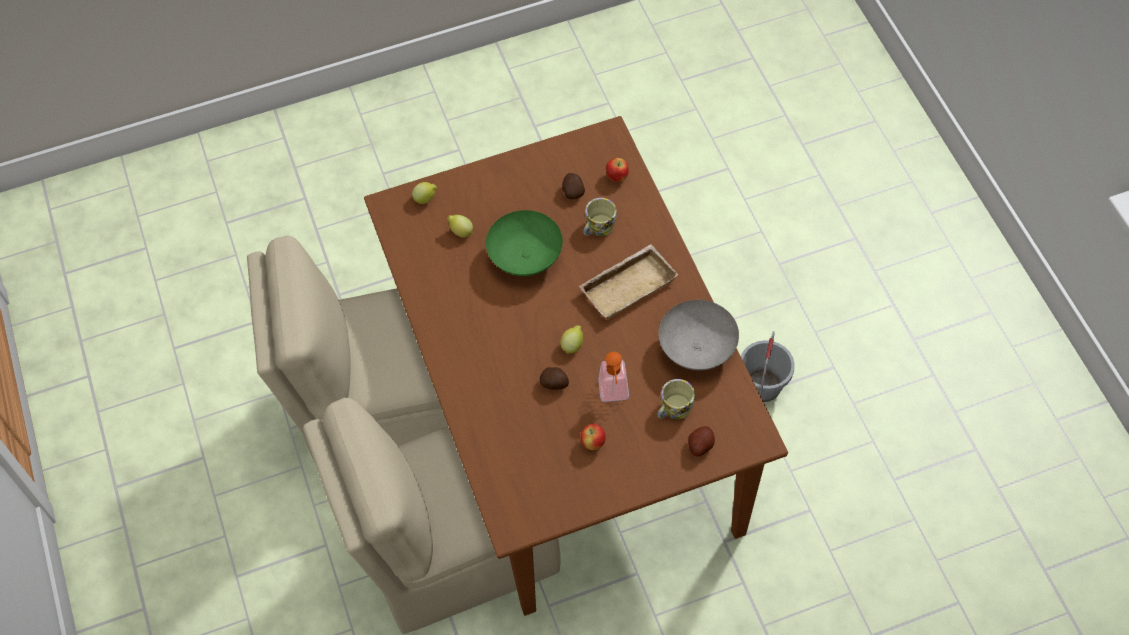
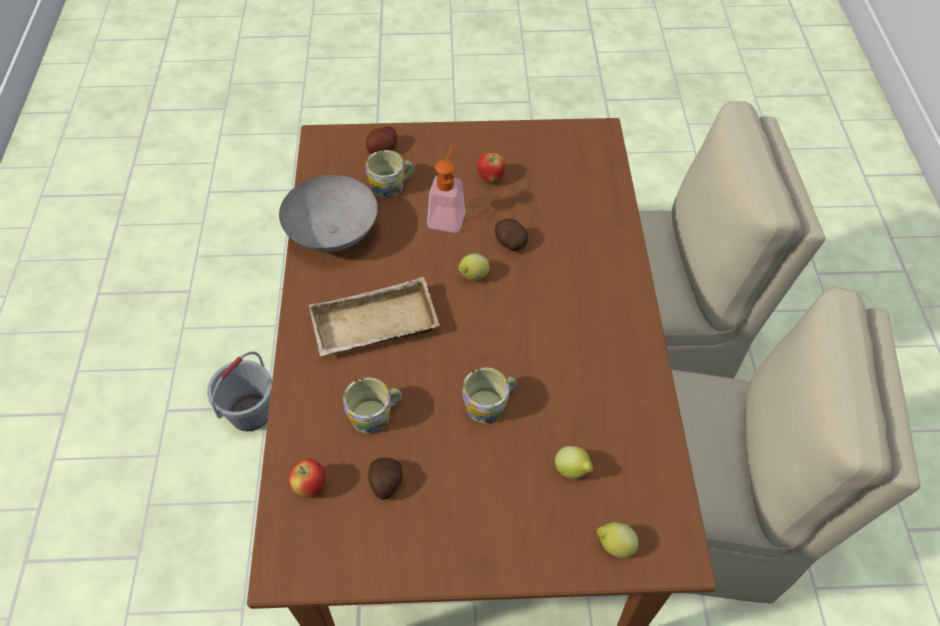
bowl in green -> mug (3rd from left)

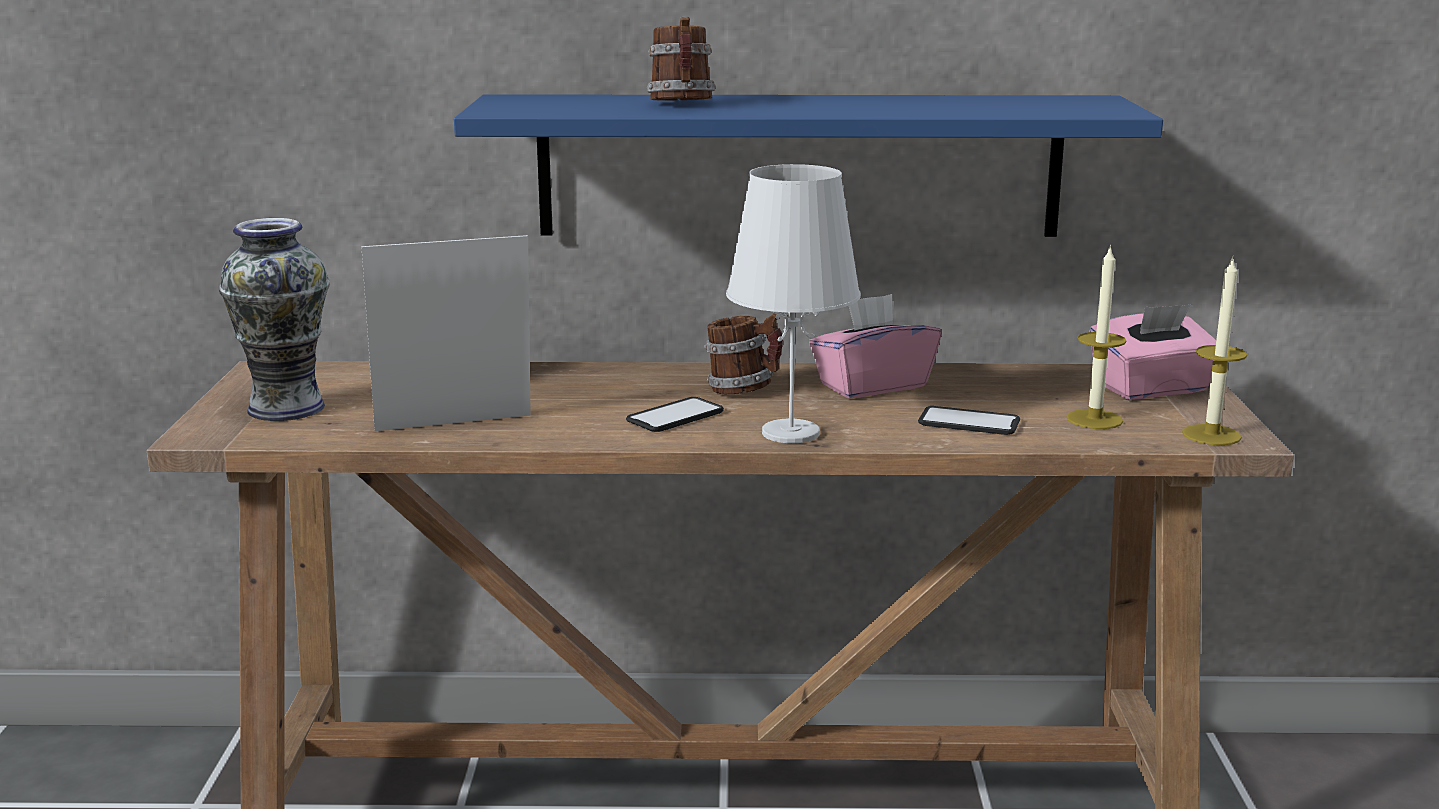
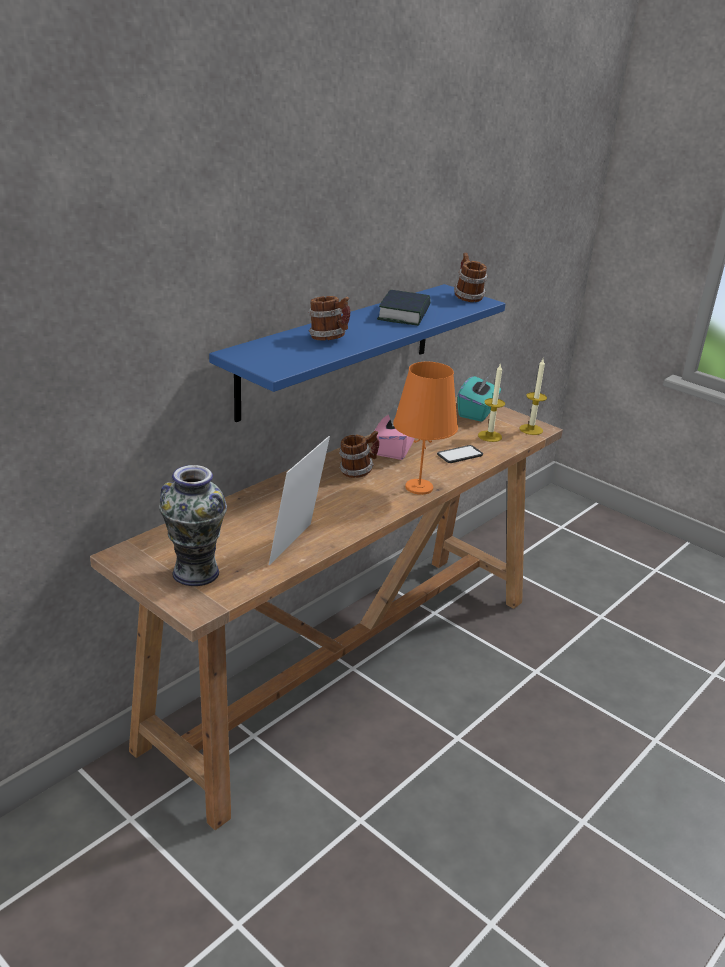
phone (1st from left) -> none
table lamp in white -> table lamp in orange
tissue box in pink (2nd from left) -> tissue box in turquoise
none -> book
none -> mug (3rd from left)

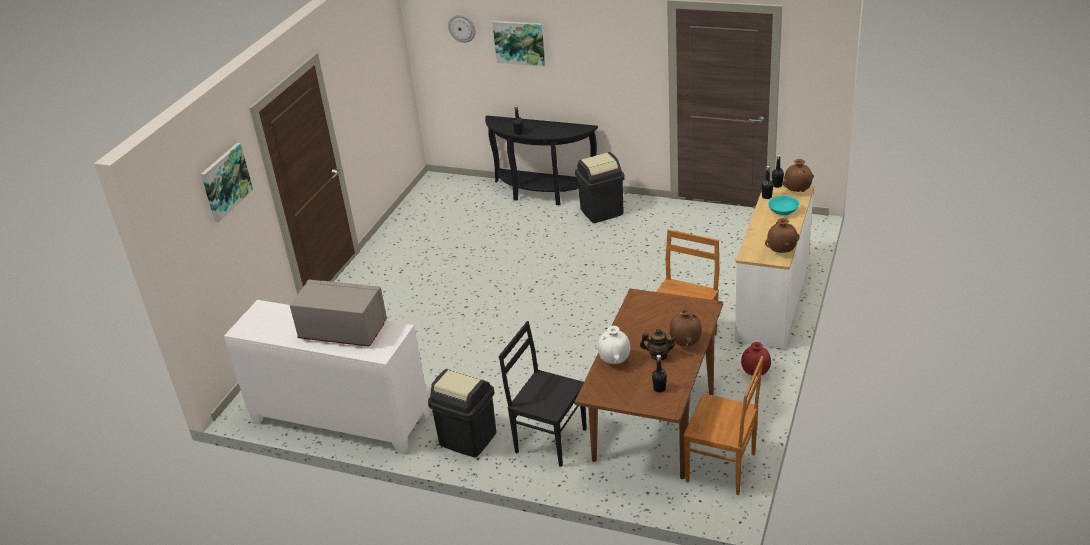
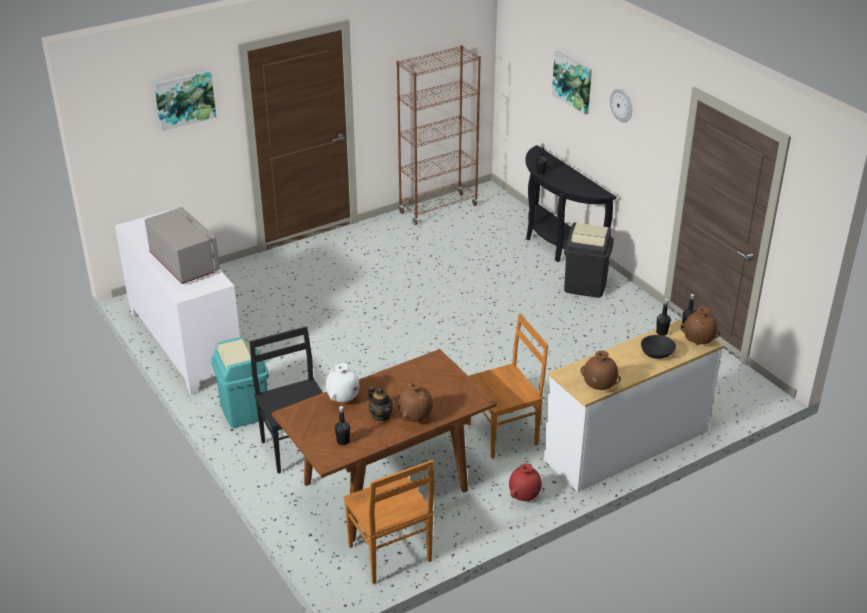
trash can in black (1st from left) -> trash can in turquoise
wall clock, move
bowl in turquoise -> bowl in black
none -> bookcase in brown

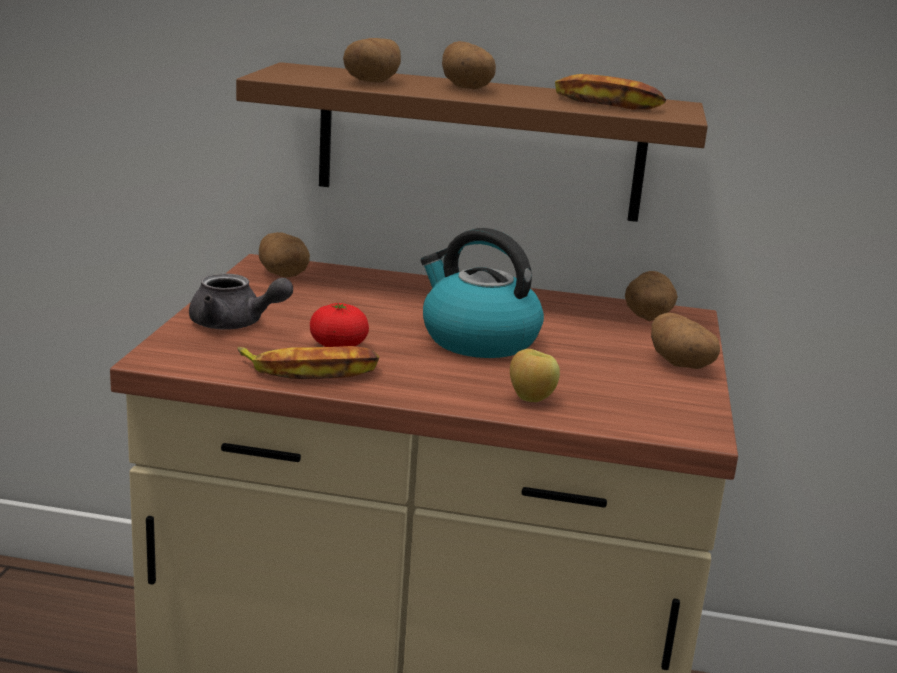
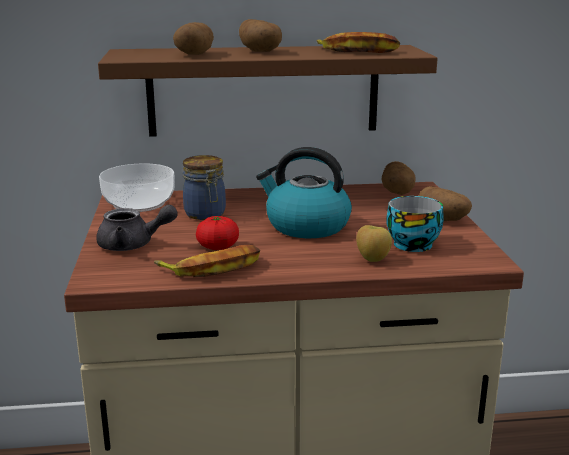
potato (1st from left) -> bowl
none -> jar
none -> cup

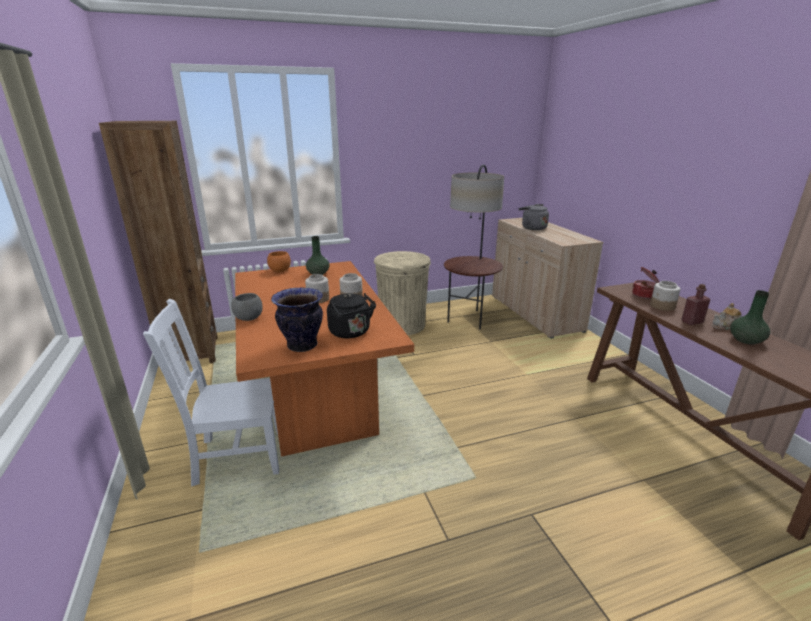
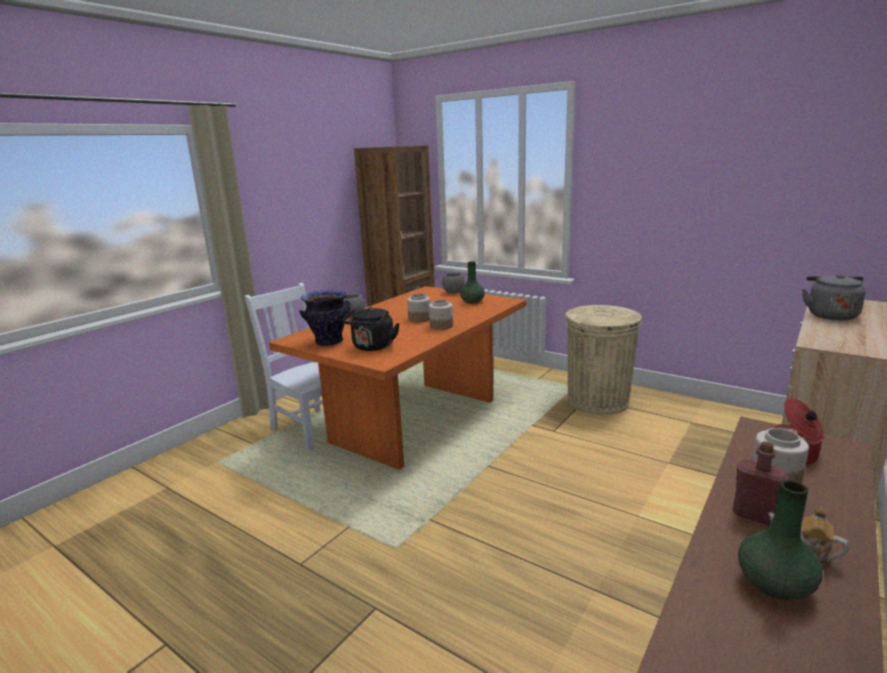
bowl in orange -> bowl in grey (2nd from left)
floor lamp -> none

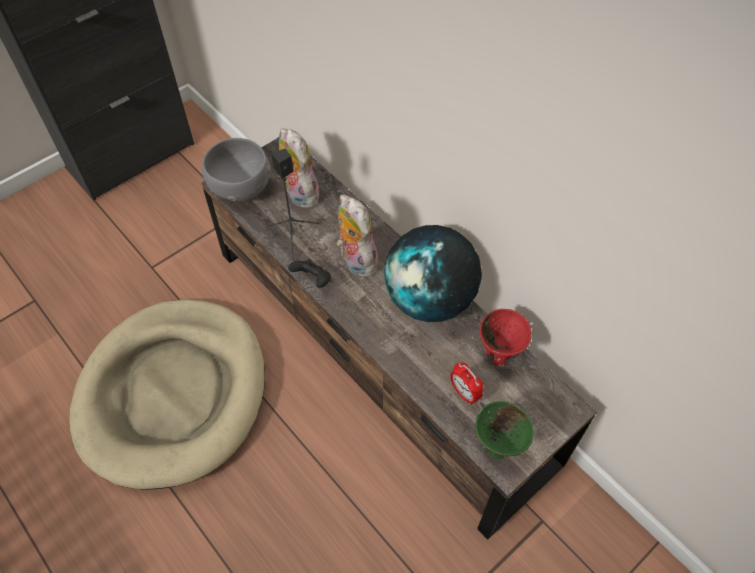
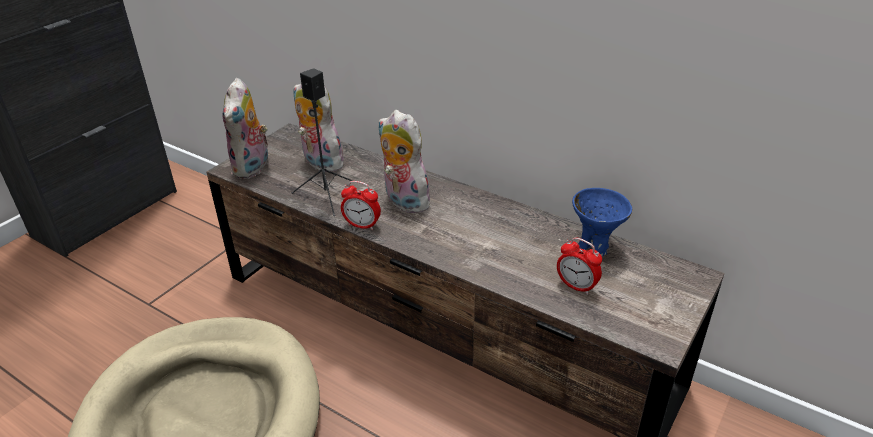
bowl in grey -> plush toy (1st from left)
game controller in black -> alarm clock (1st from left)
globe -> none
bowl in green -> none
bowl in red -> bowl in blue

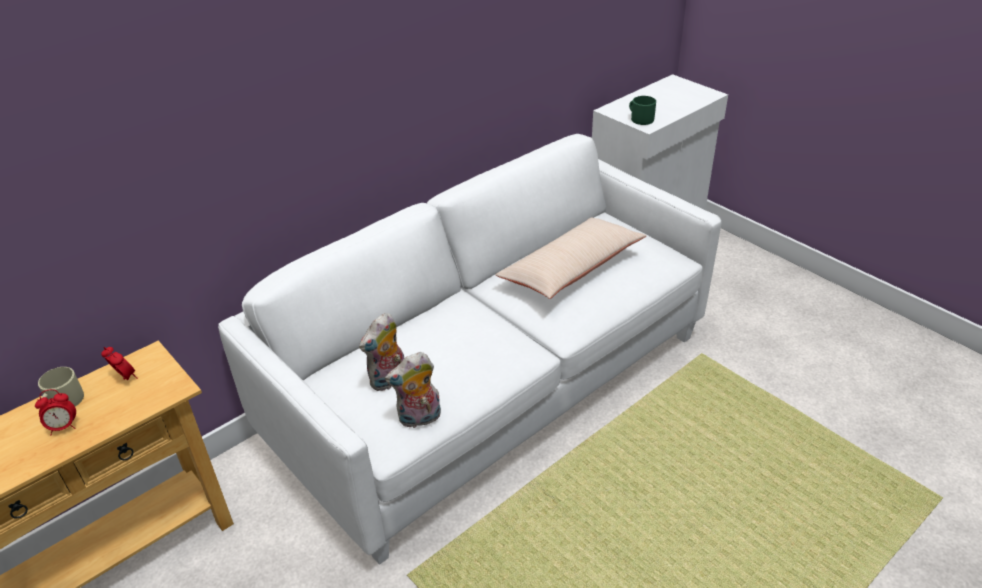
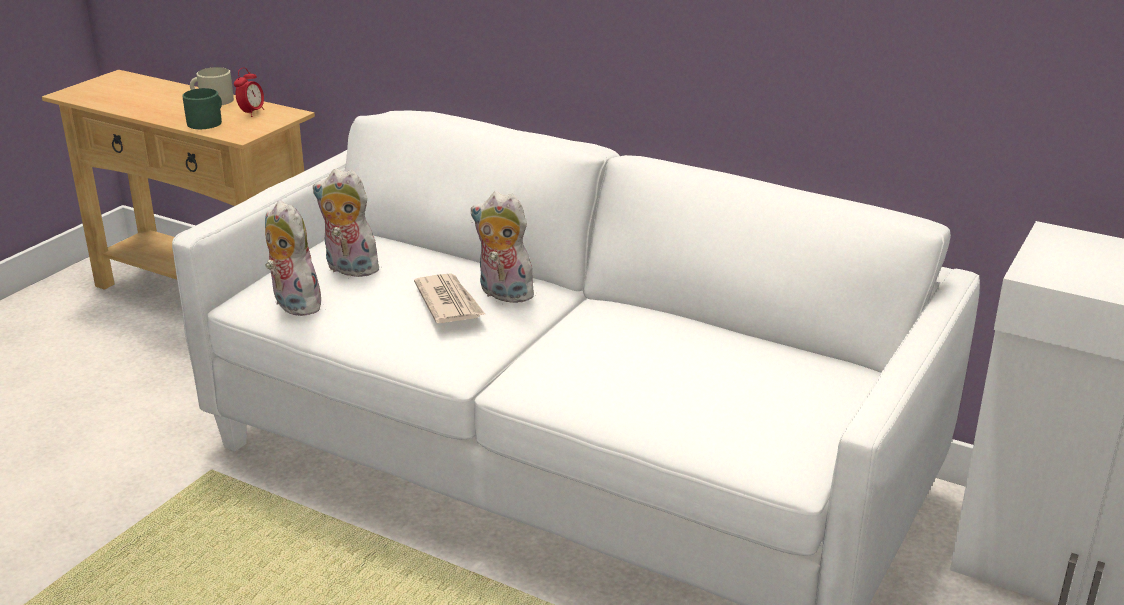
alarm clock (1st from left) -> none
pillow in beige -> none
mug in green, move
none -> newspaper
none -> plush toy (3rd from left)

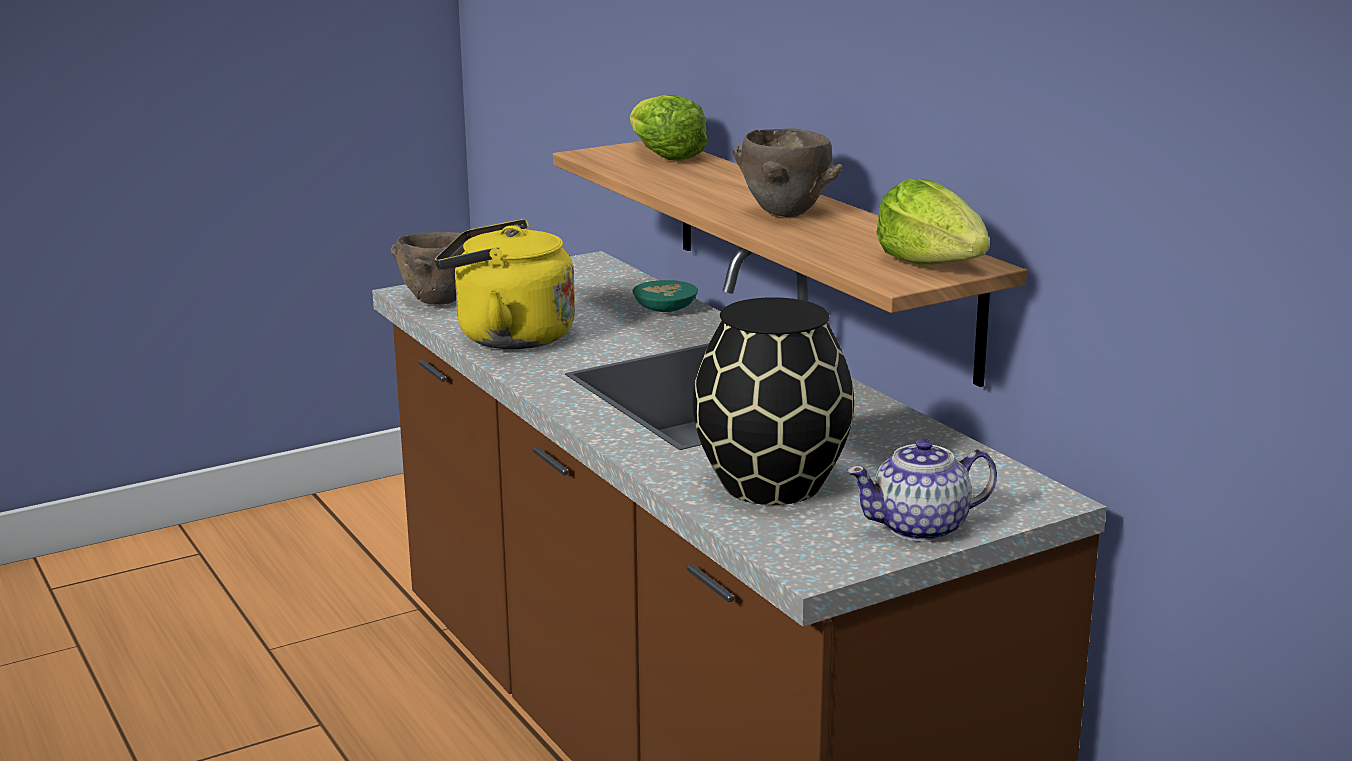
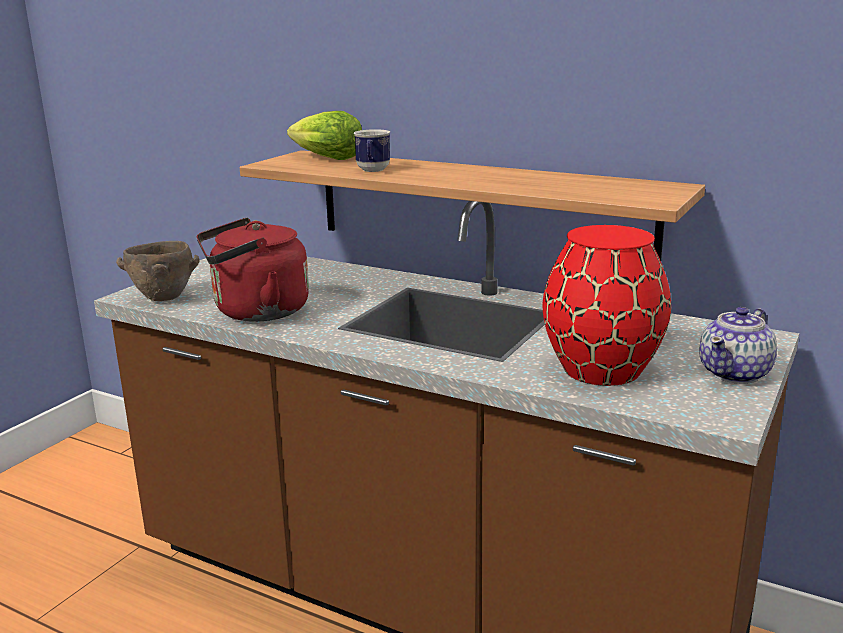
kettle in yellow -> kettle in red
bowl in turquoise -> none
vase in black -> vase in red
bowl in brown (2nd from left) -> none
lettuce (2nd from left) -> none
none -> mug

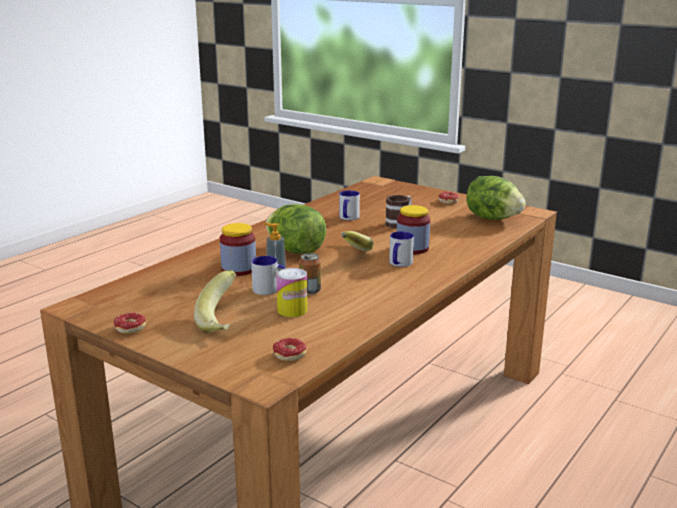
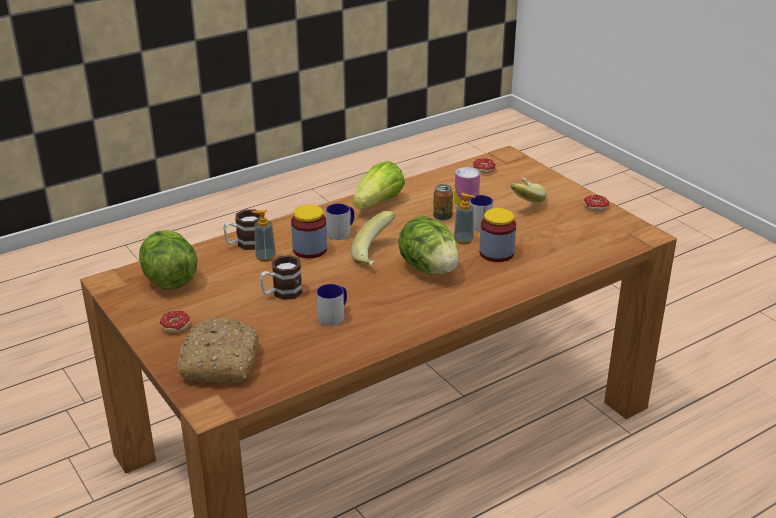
none -> bread
none -> mug (1st from left)
none -> soap dispenser (1st from left)
none -> lettuce (2nd from left)

